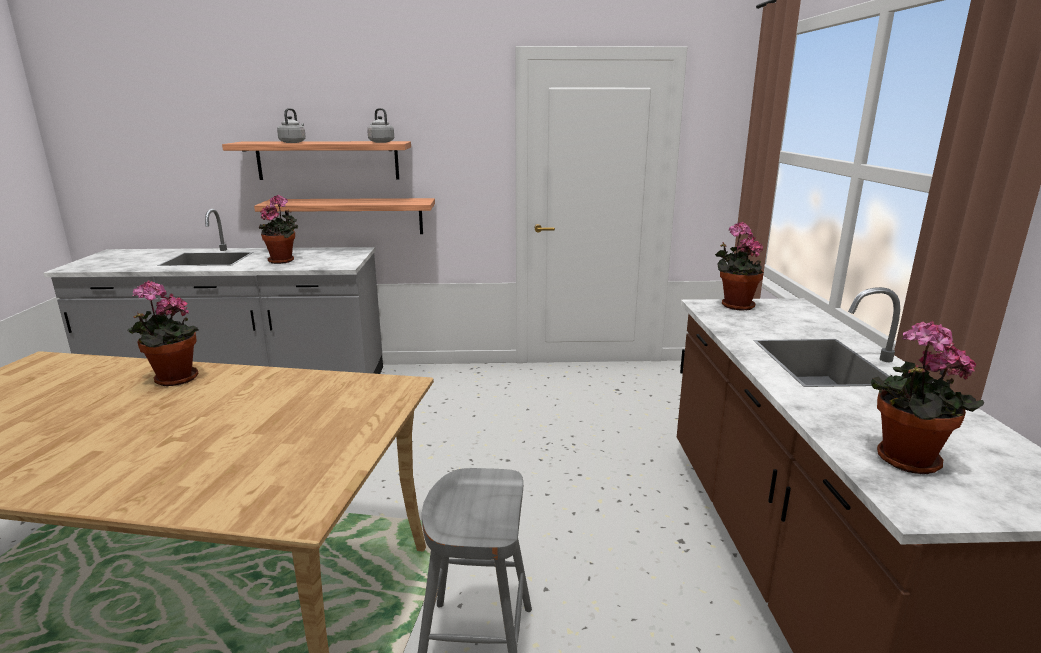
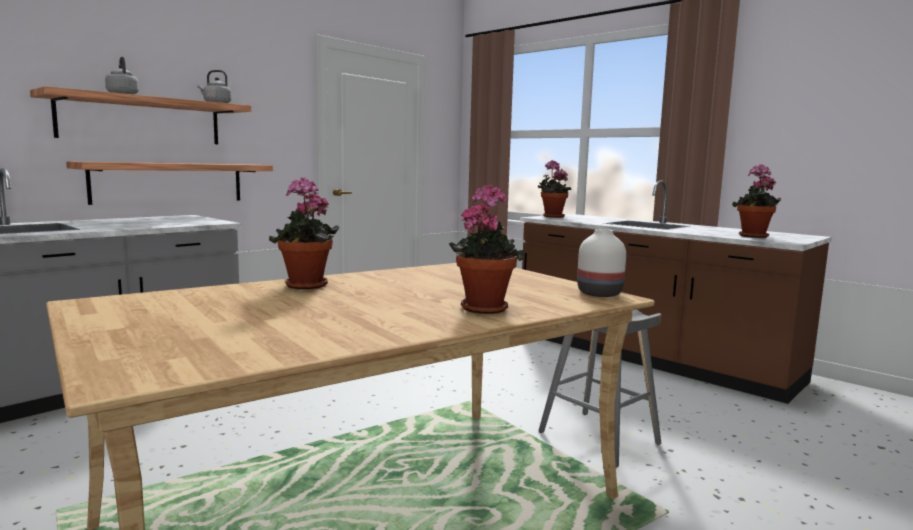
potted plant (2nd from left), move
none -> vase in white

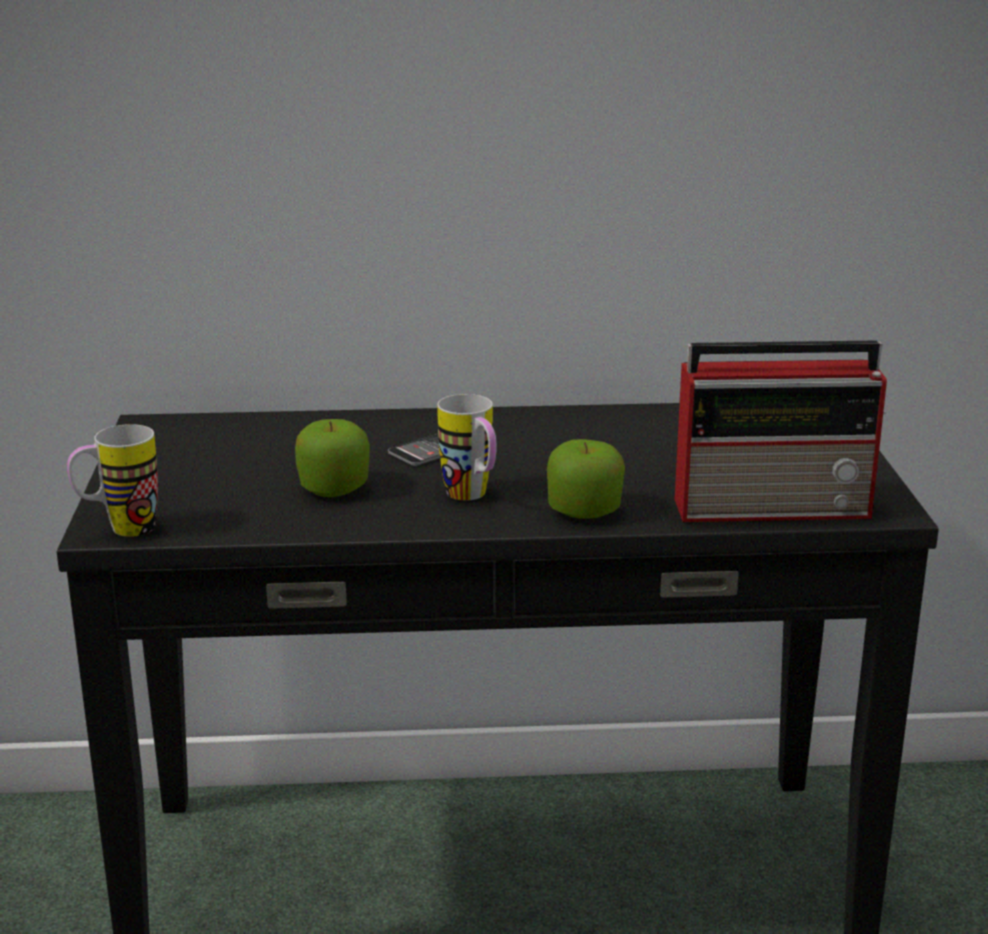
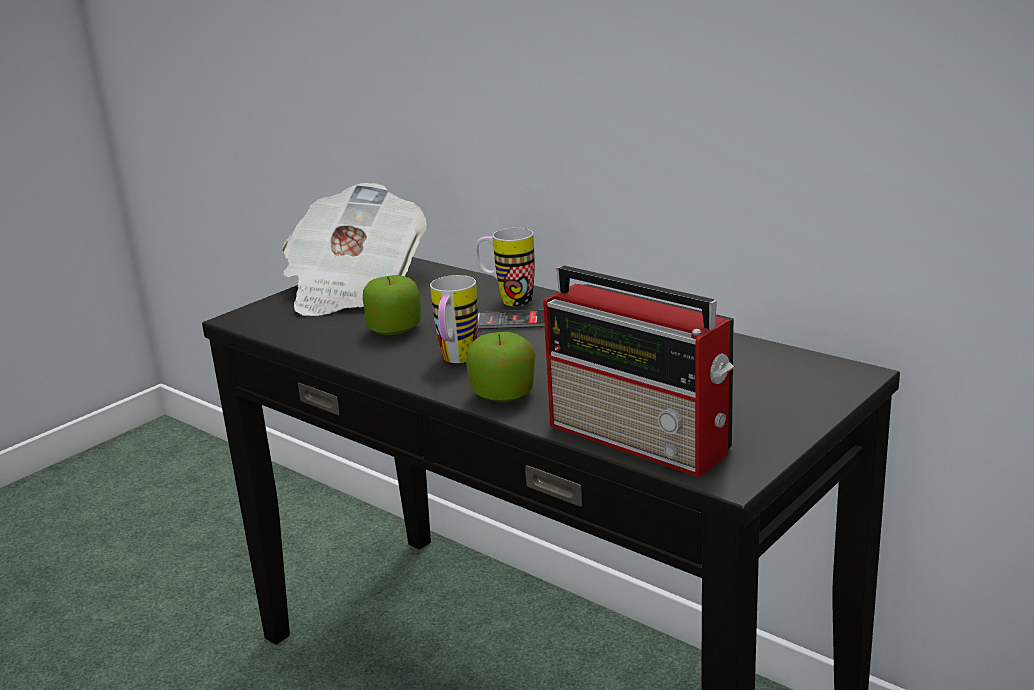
mug (1st from left in the first image) -> mug (2nd from left), move
none -> newspaper

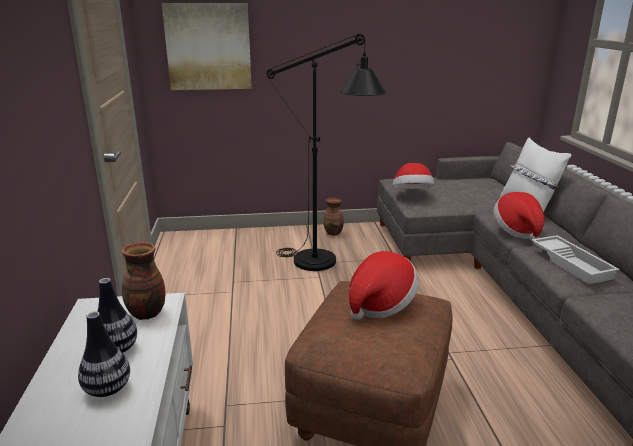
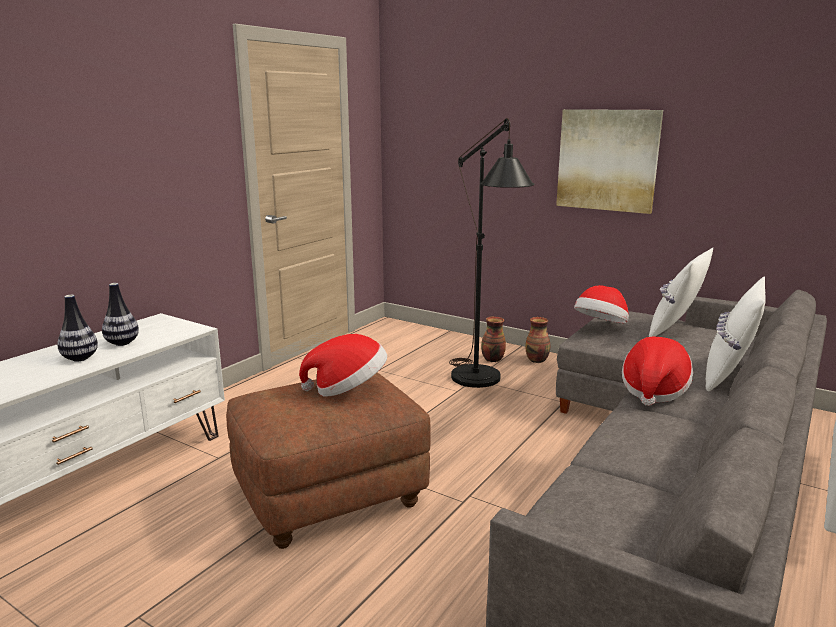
vase (3rd from left), move
picture, move
tray in white -> none
none -> pillow in white (1st from left)

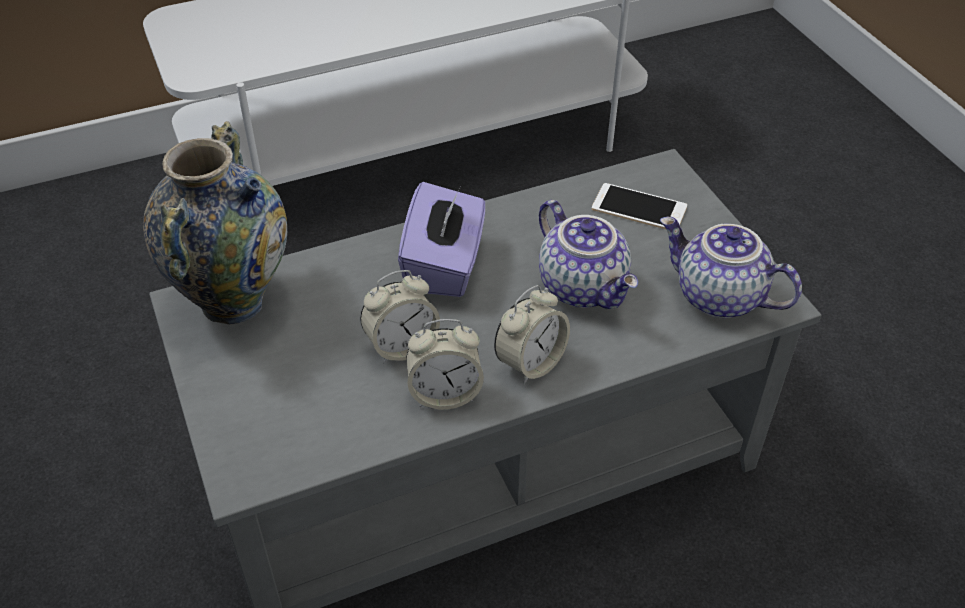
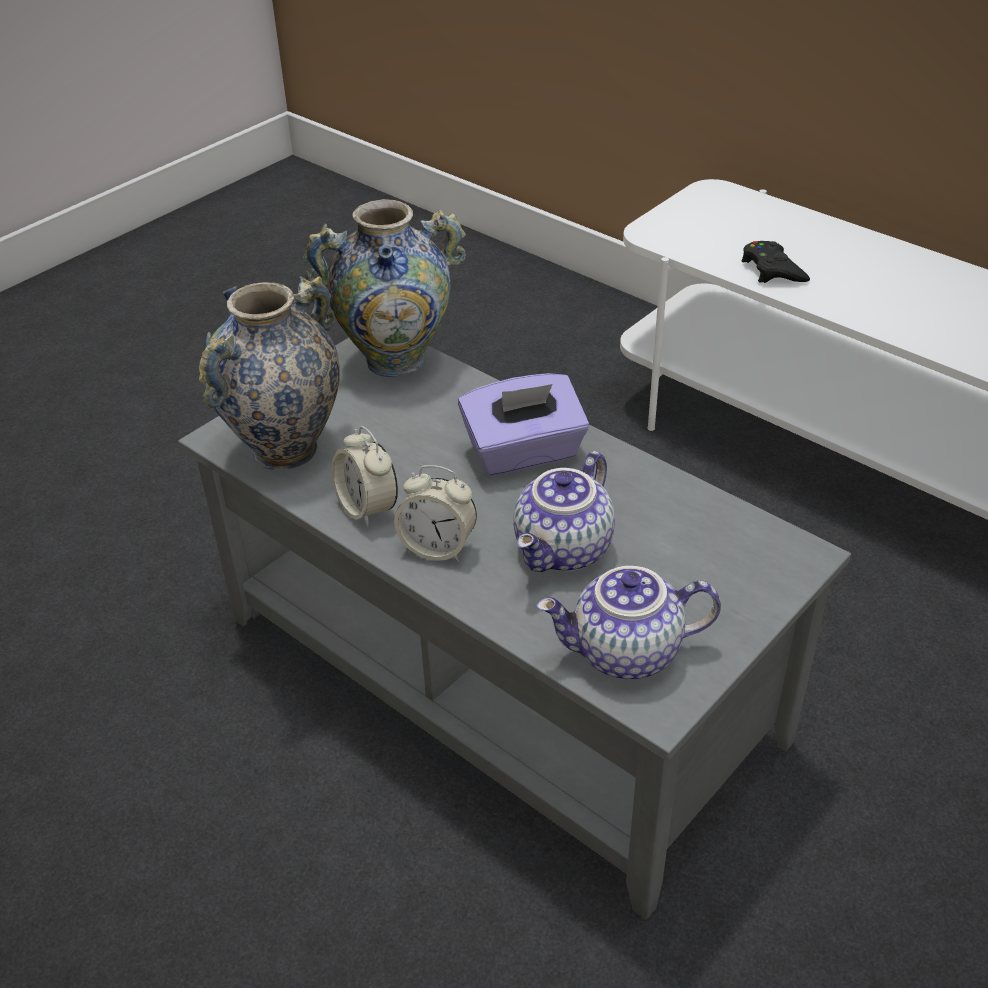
alarm clock (1st from left) -> none
phone -> none
teapot (2nd from left), 105 degrees counterclockwise
none -> vase (1st from left)
none -> game controller in black

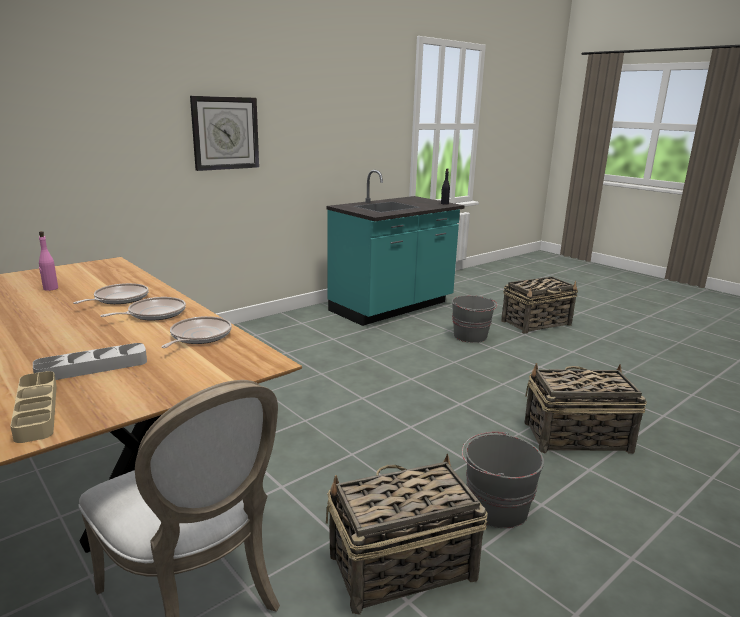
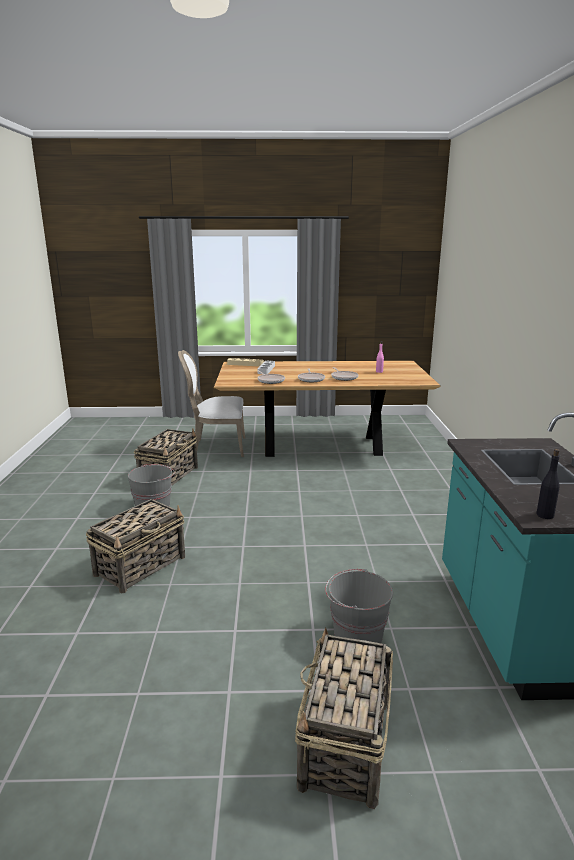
wall clock -> none

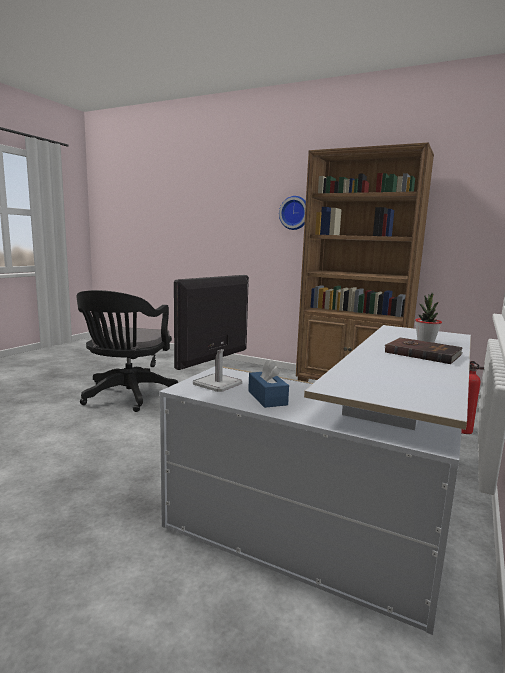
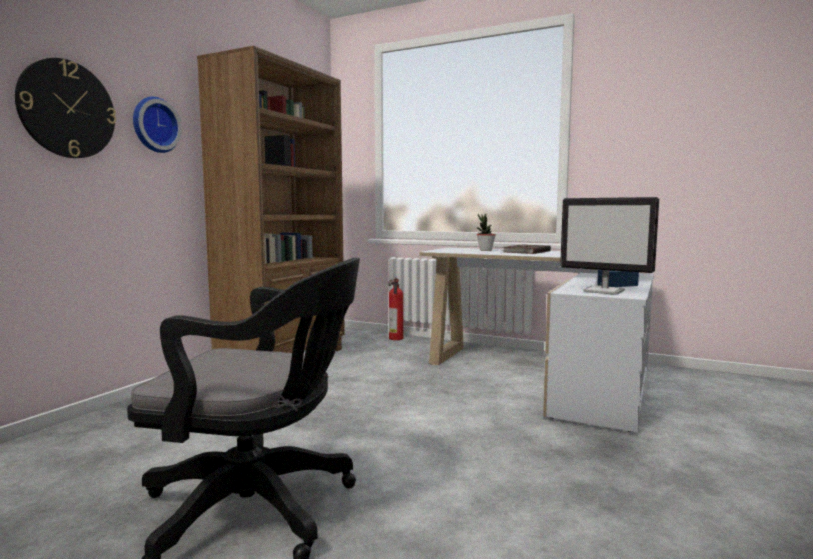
none -> wall clock (1st from left)

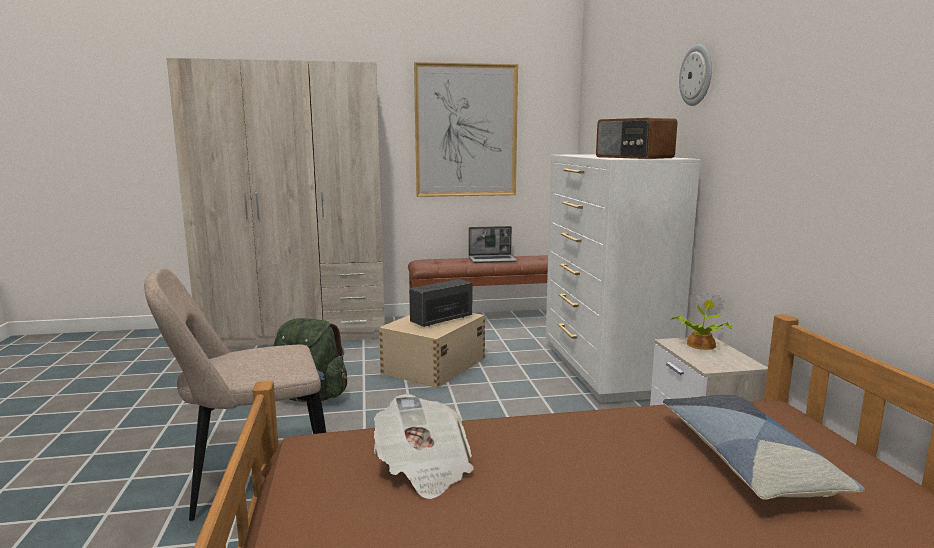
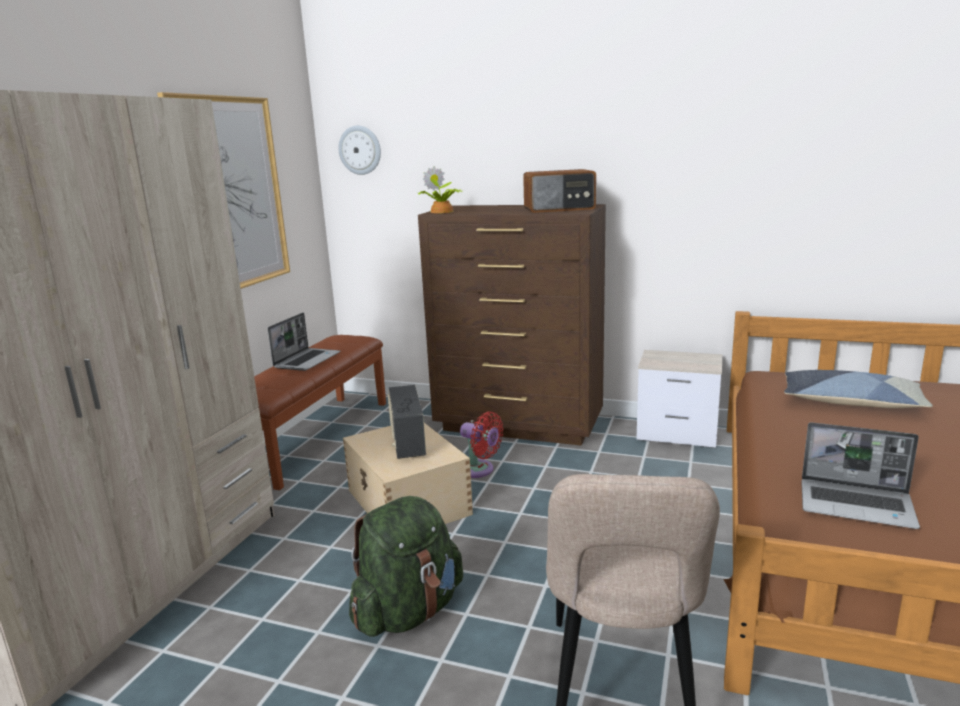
newspaper -> laptop (2nd from left)
dresser in white -> dresser in brown
potted plant, move
wall clock, move
none -> fan in red

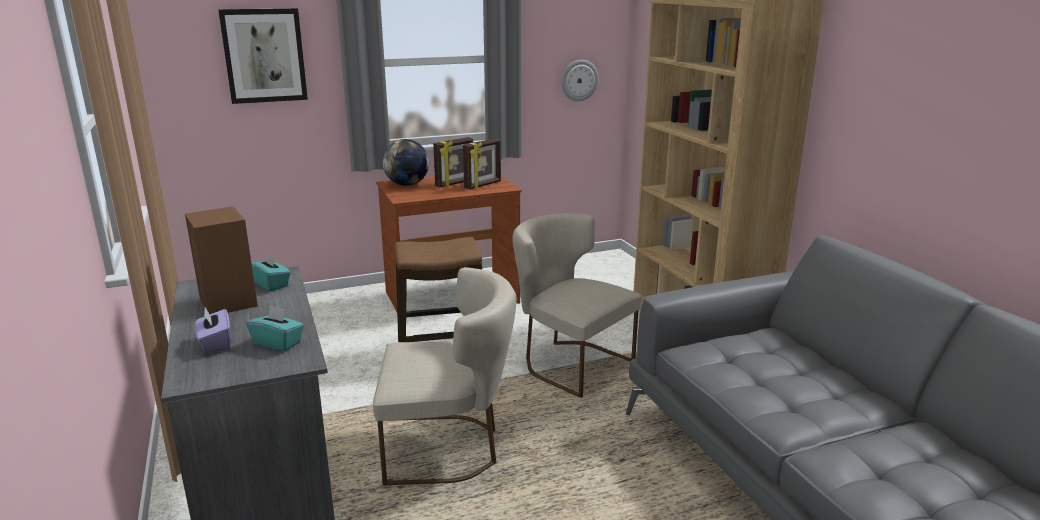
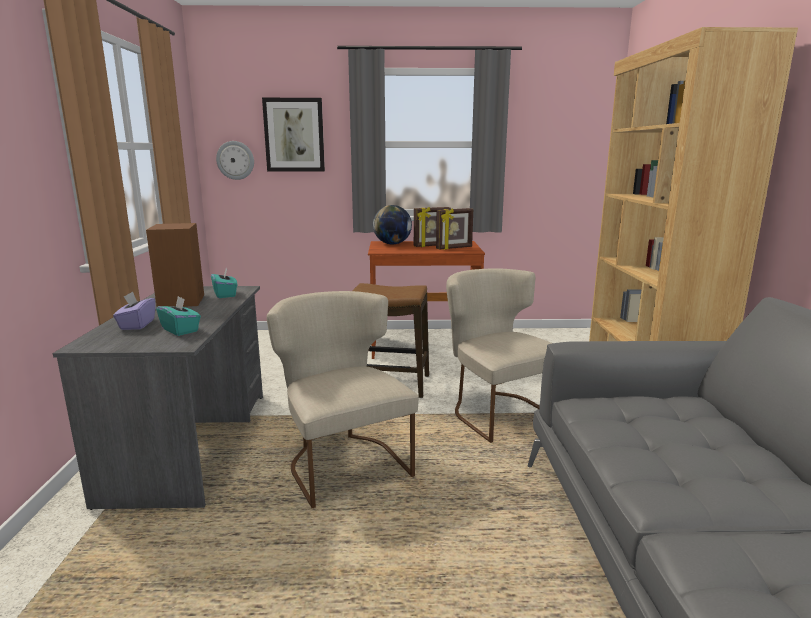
chair in beige (1st from left), 135 degrees counterclockwise
wall clock, move

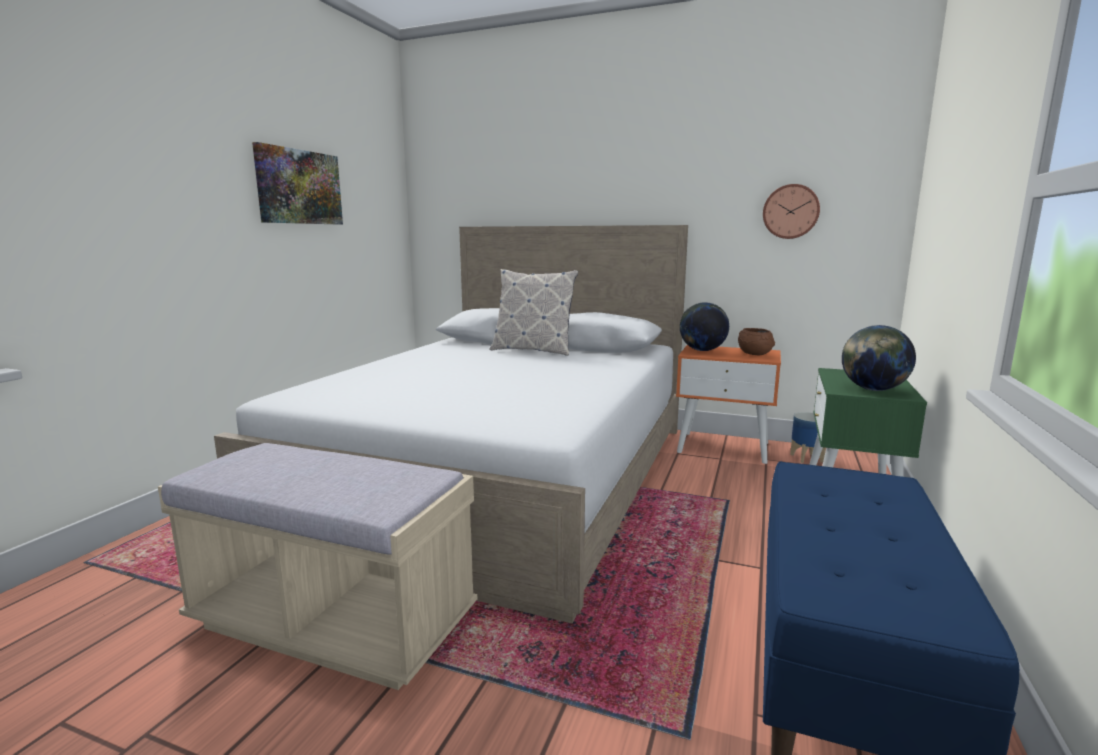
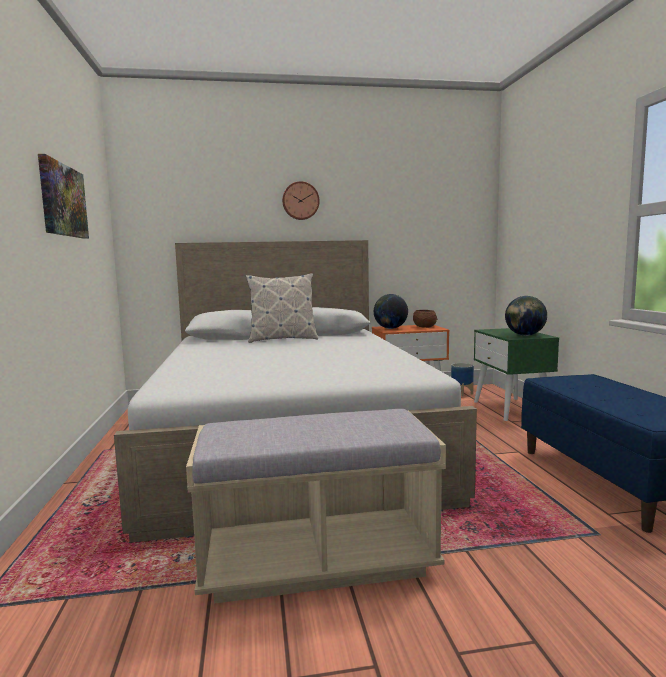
wall clock, move

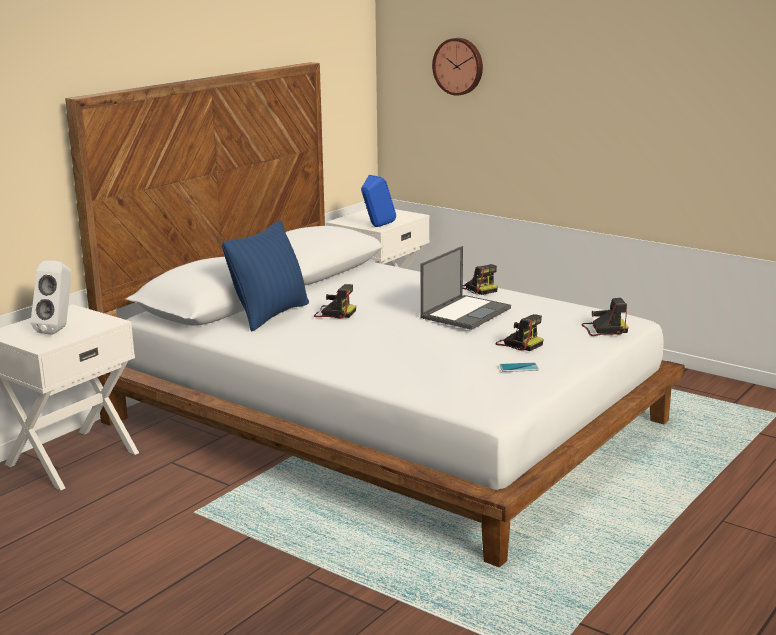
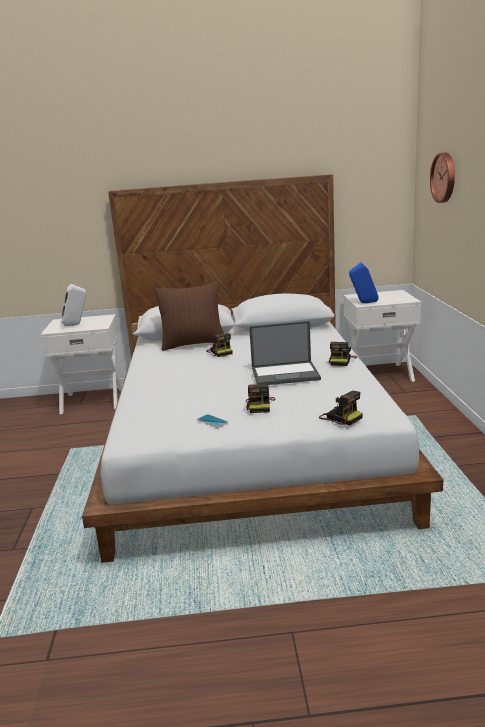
pillow in blue -> pillow in brown

